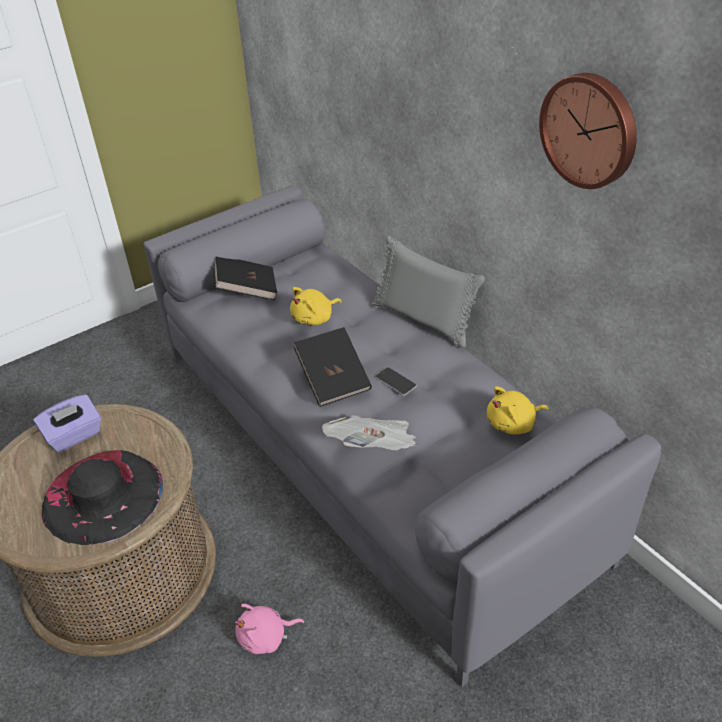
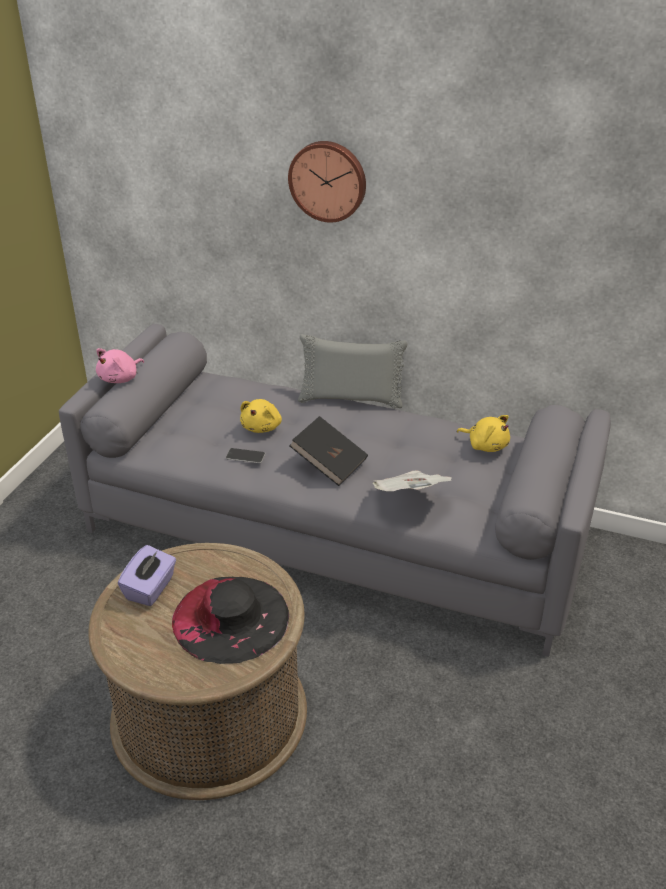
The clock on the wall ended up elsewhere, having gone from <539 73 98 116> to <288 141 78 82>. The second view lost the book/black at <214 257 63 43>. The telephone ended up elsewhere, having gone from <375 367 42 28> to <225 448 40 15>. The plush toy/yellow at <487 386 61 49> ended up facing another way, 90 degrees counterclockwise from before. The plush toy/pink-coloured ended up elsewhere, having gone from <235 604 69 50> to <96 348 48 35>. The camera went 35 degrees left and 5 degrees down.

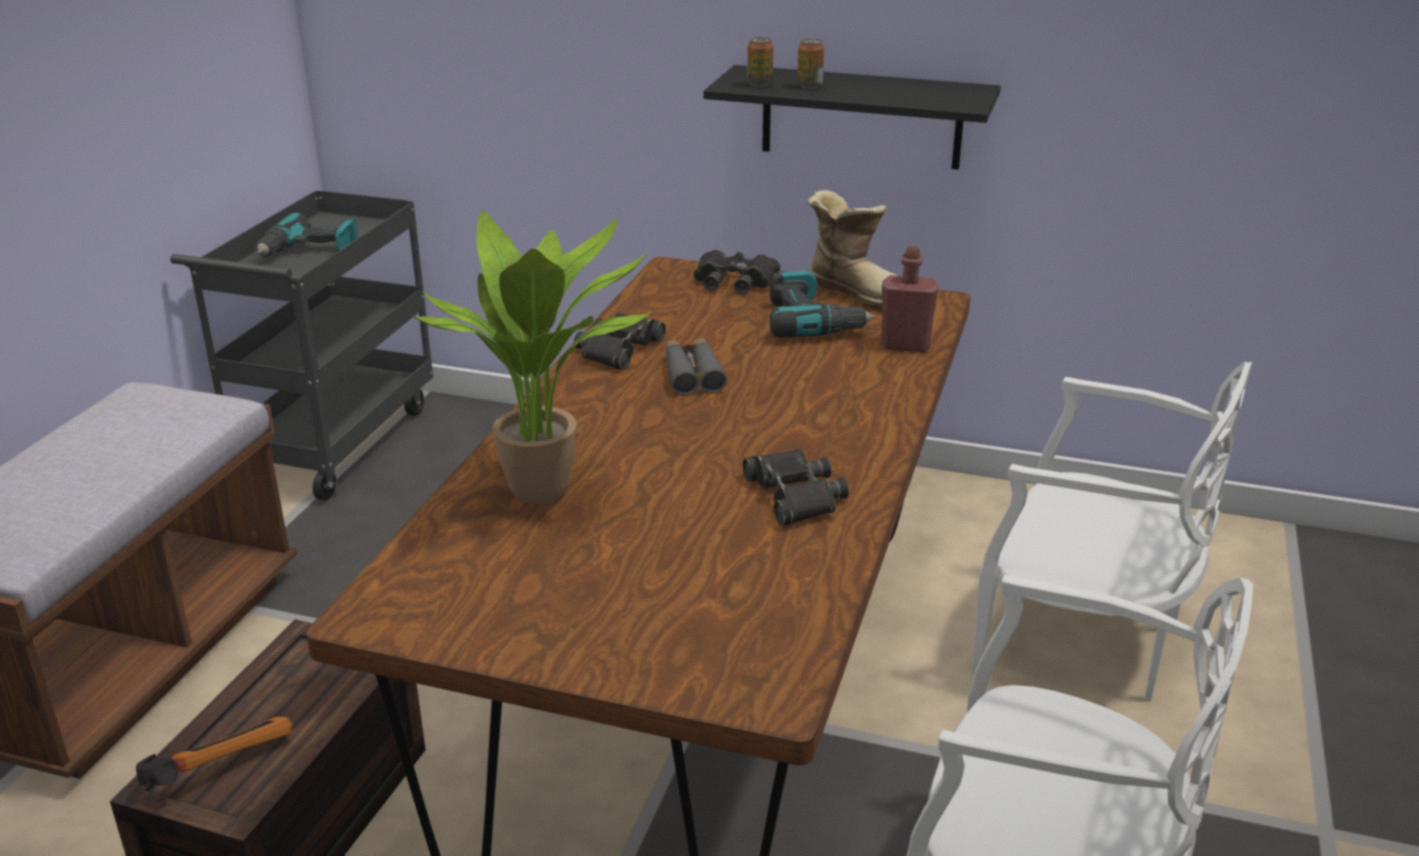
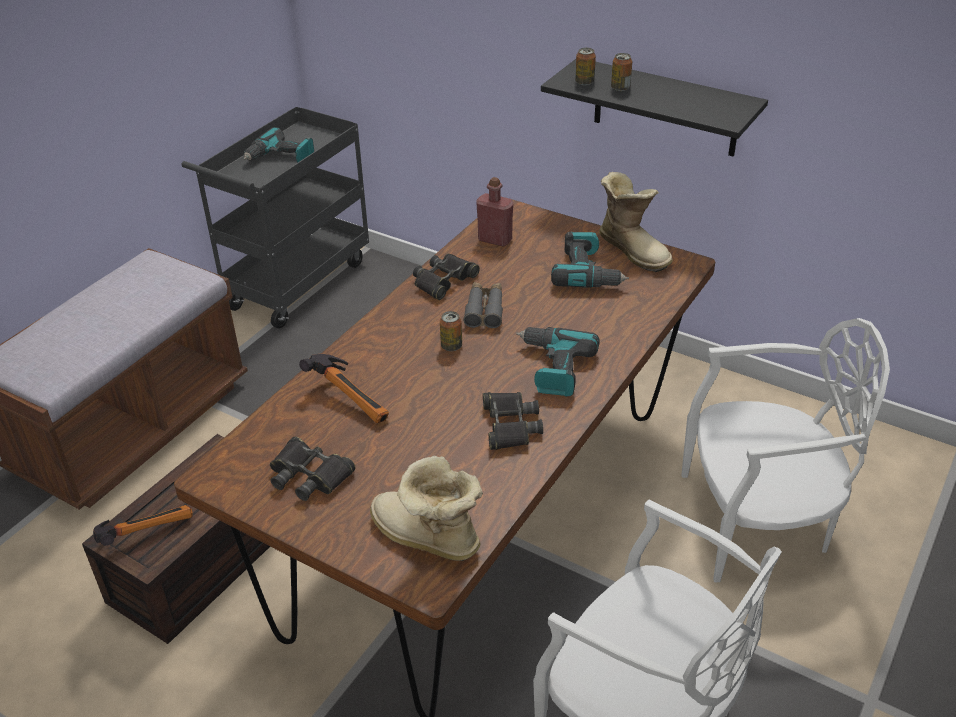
Where the houseplant stood at <408 211 242 293>, the tool hammer came to stand at <299 354 90 69>. The beverage bottle/red ended up elsewhere, having gone from <881 246 58 106> to <476 177 37 70>. The field glasses/black ended up elsewhere, having gone from <693 249 87 46> to <270 437 86 64>. The plain chair/white-coloured at <972 362 280 339> ended up facing another way, 45 degrees counterclockwise from before. The second view gained the can at <440 311 22 40>. The second view gained the drill at <516 327 84 70>. The second view gained the tall boot at <370 456 113 105>. The camera went 15 degrees right and 10 degrees up.

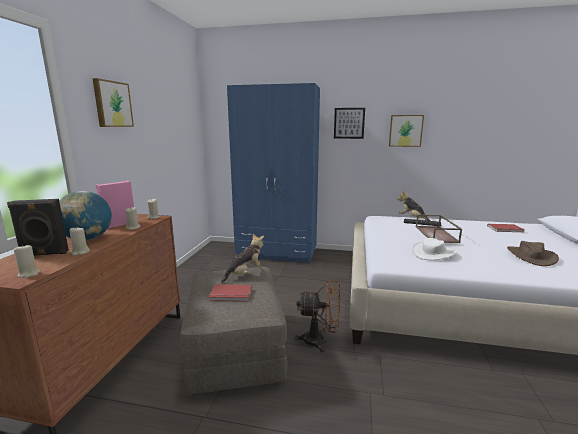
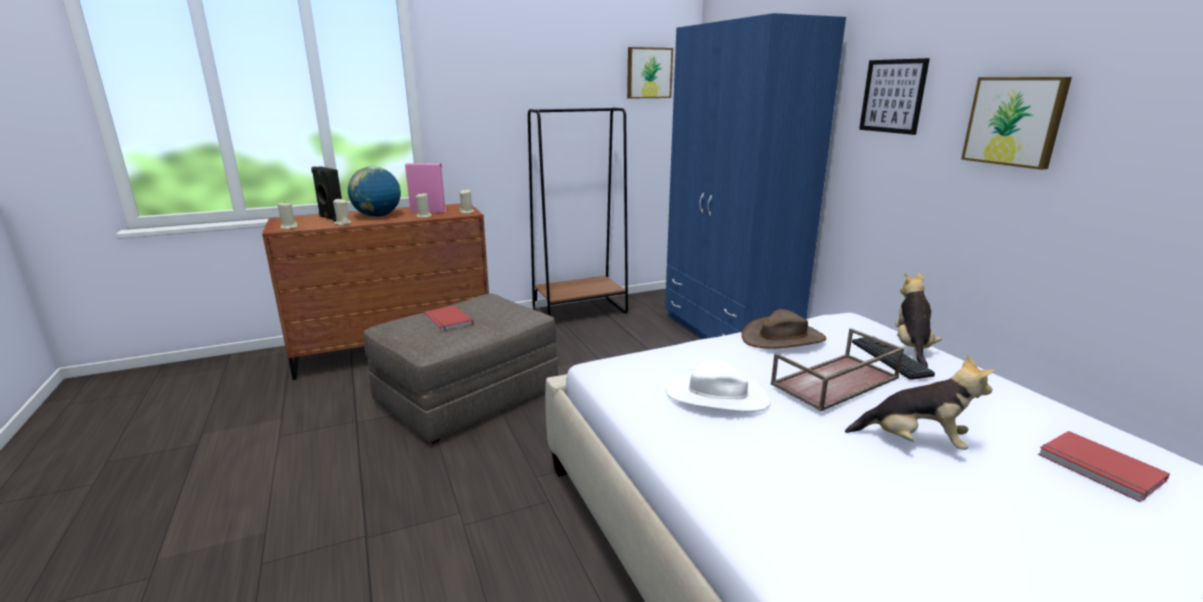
The wall art ended up elsewhere, having gone from <92 78 42 49> to <627 47 46 52>. The plush toy ended up elsewhere, having gone from <221 234 44 49> to <845 355 149 95>. The clothing hat/brown-coloured ended up elsewhere, having gone from <507 241 52 25> to <741 309 85 40>. The second view lost the fan/brown-coloured at <295 280 45 73>. The second view gained the clothes rack at <528 107 100 209>. The camera went 55 degrees right and 5 degrees up.

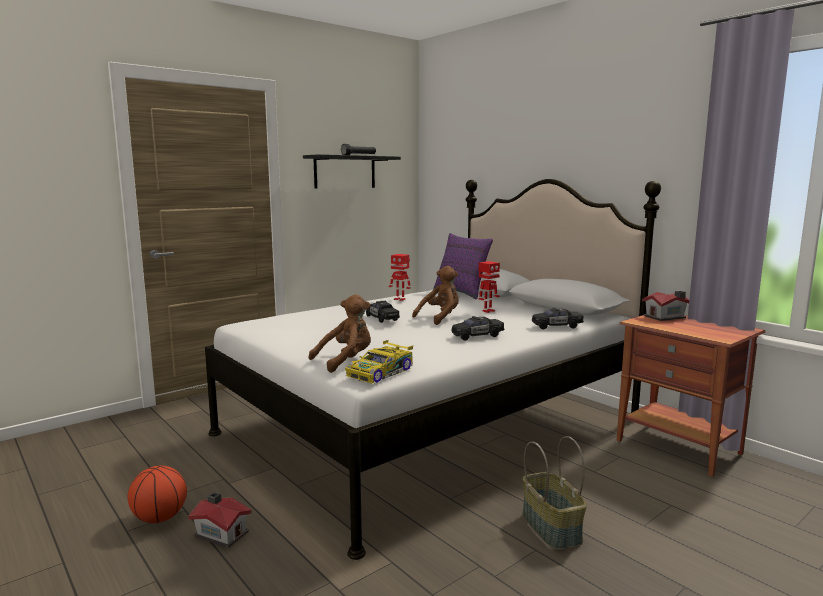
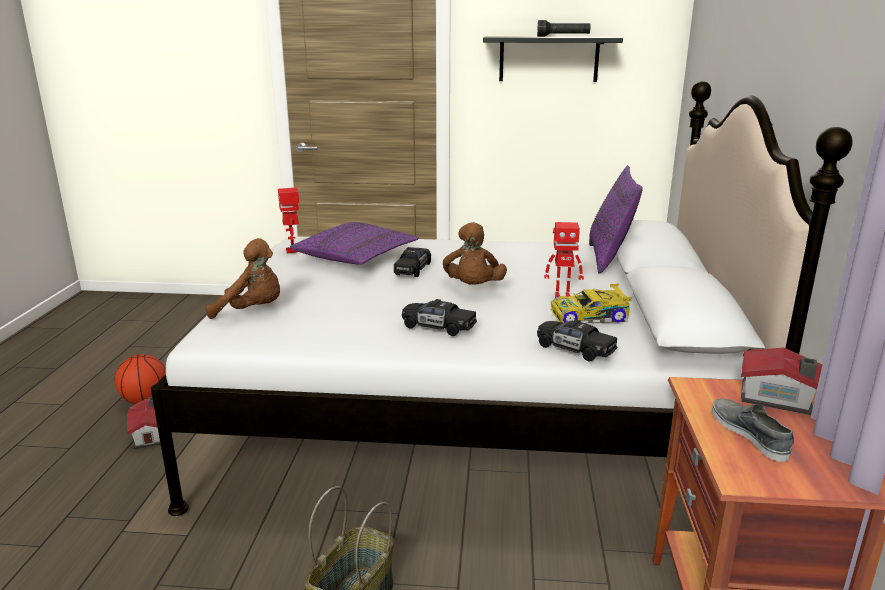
The toy robot ended up elsewhere, having gone from <389 254 22 47> to <278 188 21 65>. The plush toy/brown-coloured at <412 266 47 59> ended up facing another way, 90 degrees clockwise from before. The toy car ended up elsewhere, having gone from <345 340 68 44> to <550 284 82 39>. The second view gained the cushion/purple at <290 222 128 43>. The second view gained the shoe/grey at <712 398 82 64>. The camera went 45 degrees right and 10 degrees up.

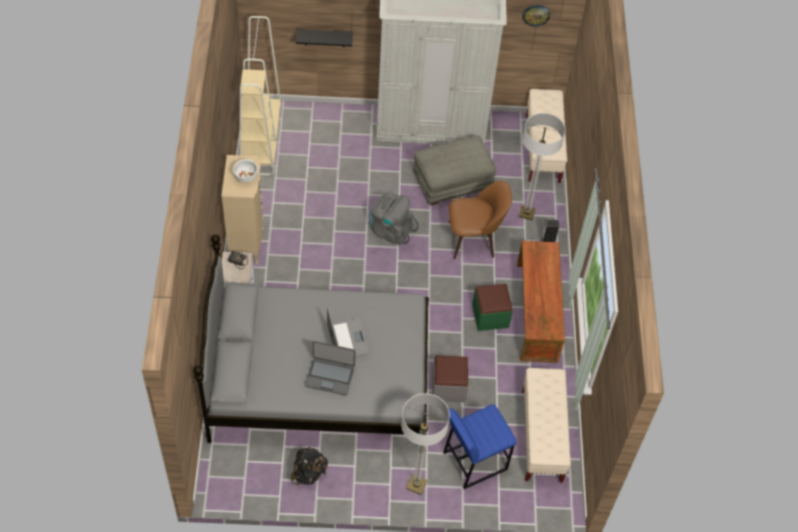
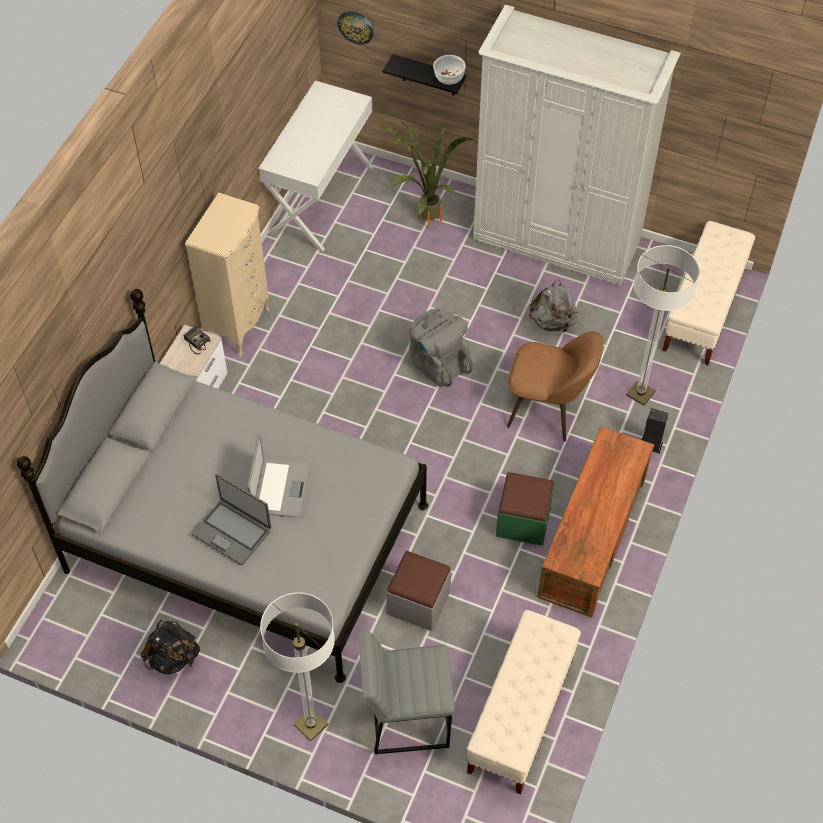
The clock on the wall ended up elsewhere, having gone from <522 5 28 21> to <337 11 37 34>. Where the clothes rack/beige stood at <239 16 42 159>, the narrow table/white-coloured came to stand at <258 80 115 172>. Where the ottoman/grey stood at <413 136 83 69>, the rucksack/grey came to stand at <529 280 49 54>. The bowl/white-coloured ended up elsewhere, having gone from <233 159 25 24> to <433 55 33 30>. What was the plain chair/bluish at <443 404 73 85> turned into the plain chair/grey at <358 630 97 124>. The second view gained the houseplant at <382 121 92 108>. The camera went 25 degrees right and 0 degrees up.

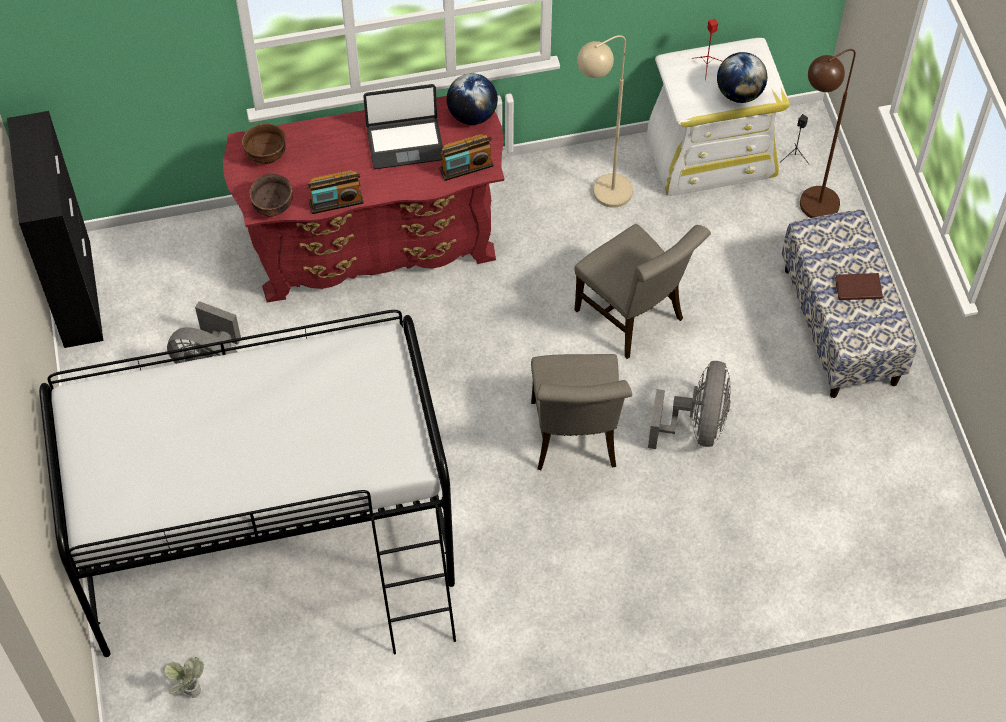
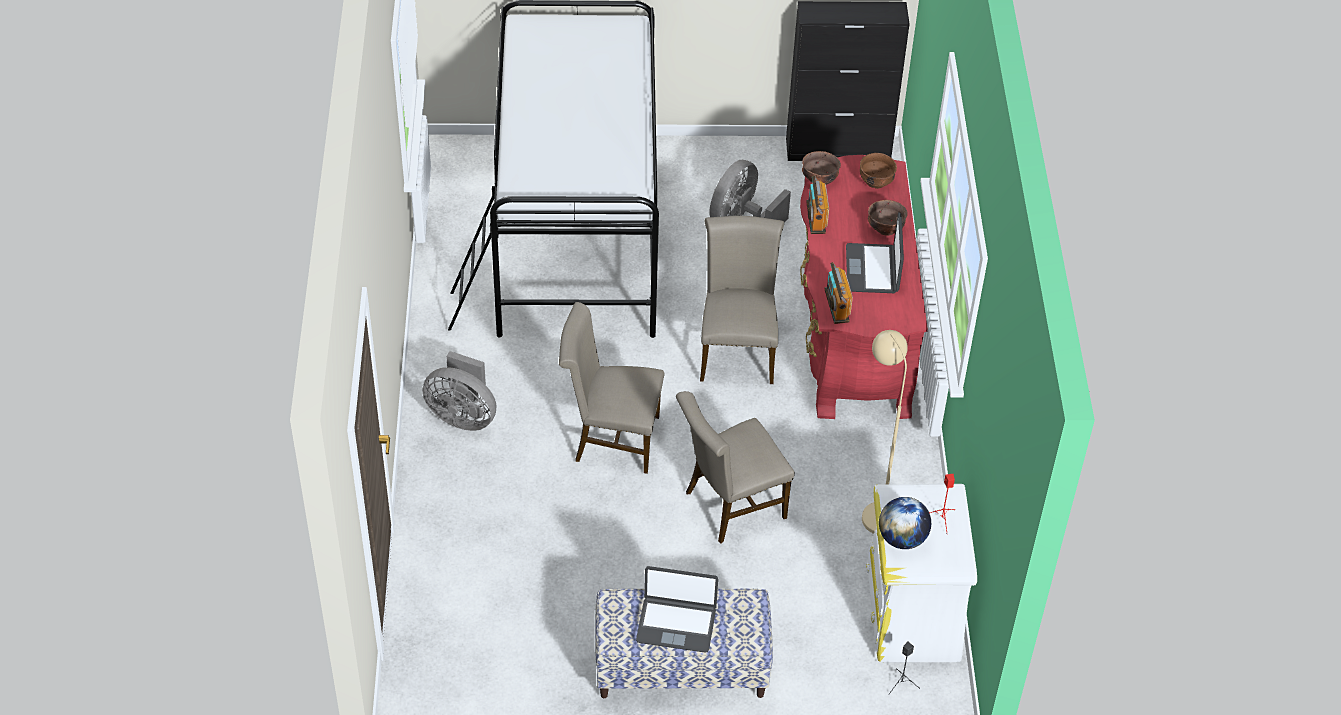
The second view lost the floor lamp/brown-coloured at <800 49 56 169>. The second view lost the world globe at <447 73 51 52>. Where the book/brown-coloured stood at <835 273 48 27>, the portable computer came to stand at <636 566 82 87>. The fan/grey ended up elsewhere, having gone from <648 361 83 88> to <422 351 74 80>. The second view lost the houseplant at <165 657 39 41>. The second view gained the bowl/brown-coloured at <868 200 40 36>. The second view gained the plain chair/beige at <700 216 84 168>. The camera went 100 degrees right and 10 degrees down.

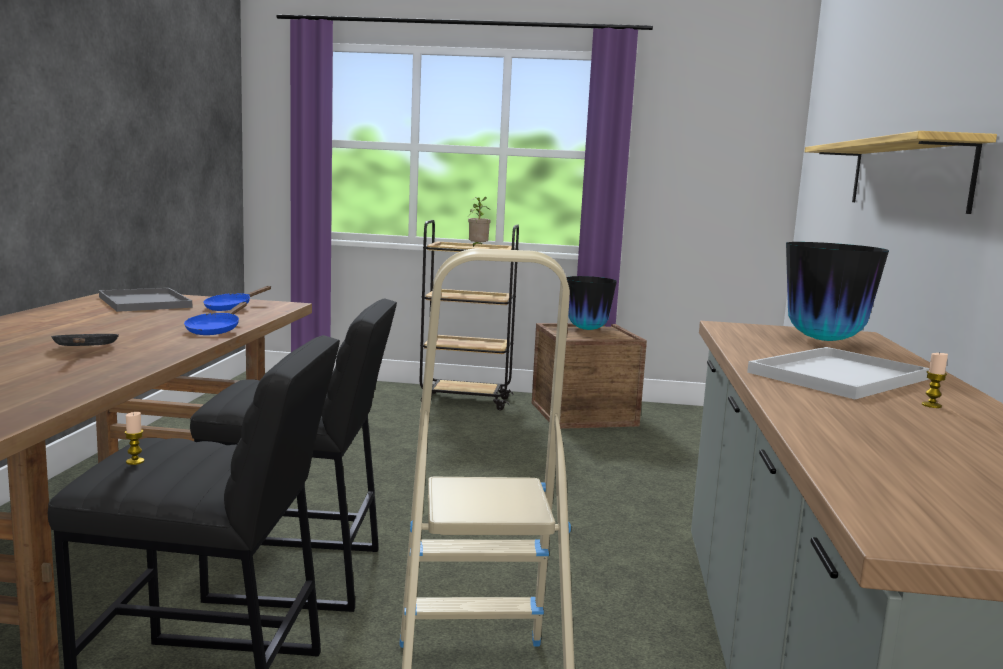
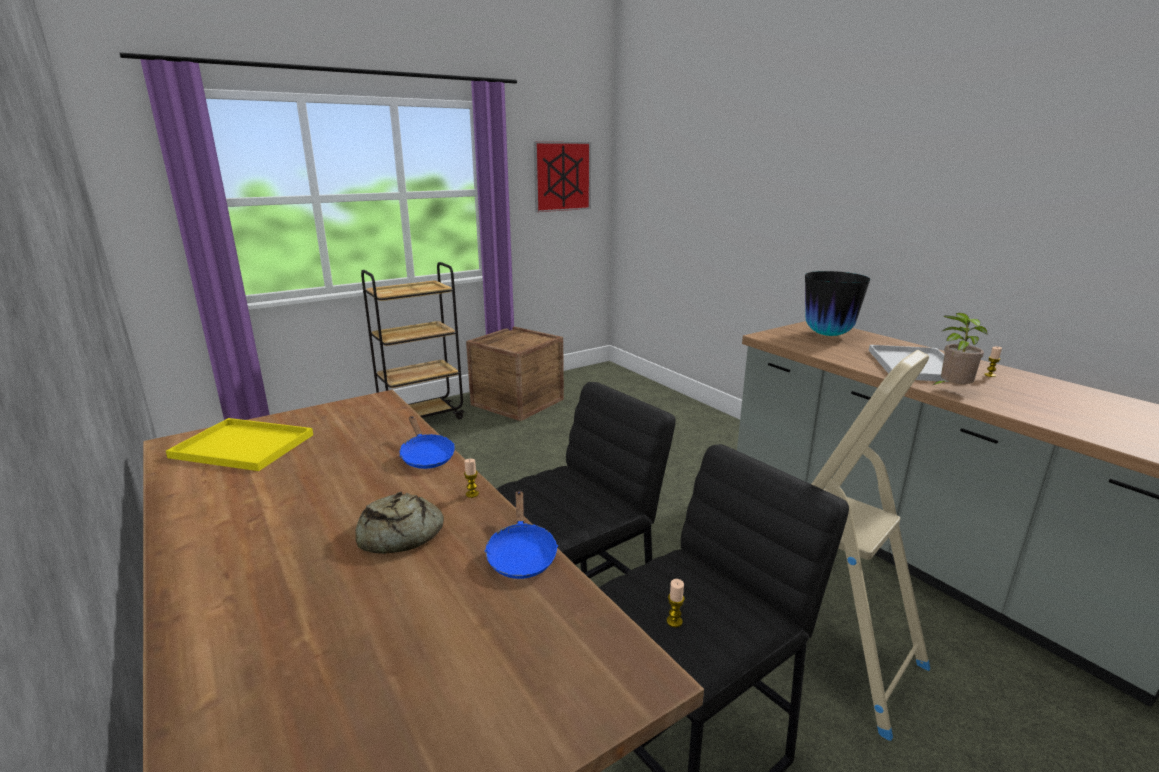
The second view lost the wall shelf at <804 131 193 83>. The houseplant ended up elsewhere, having gone from <468 197 23 50> to <933 313 54 72>. The second view lost the vase at <566 276 51 54>. The skillet/bluish ended up elsewhere, having gone from <203 286 68 25> to <484 491 74 88>. What was the carrying tray/grey at <99 288 93 24> turned into the carrying tray/yellow at <166 418 147 53>. Where the skillet/black stood at <51 334 68 12>, the baked bread came to stand at <356 492 88 62>. The second view gained the wall art at <534 142 57 70>. The second view gained the wax light at <464 459 15 39>. The camera went 40 degrees left and 10 degrees up.

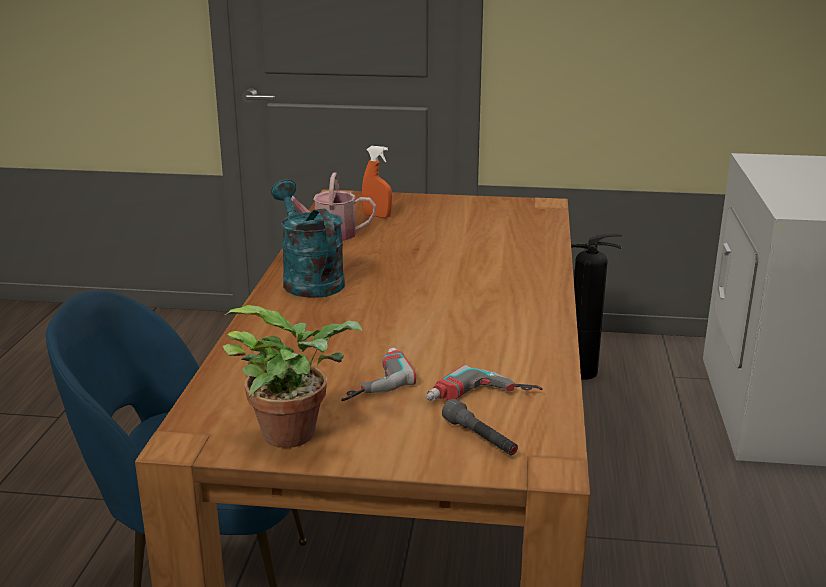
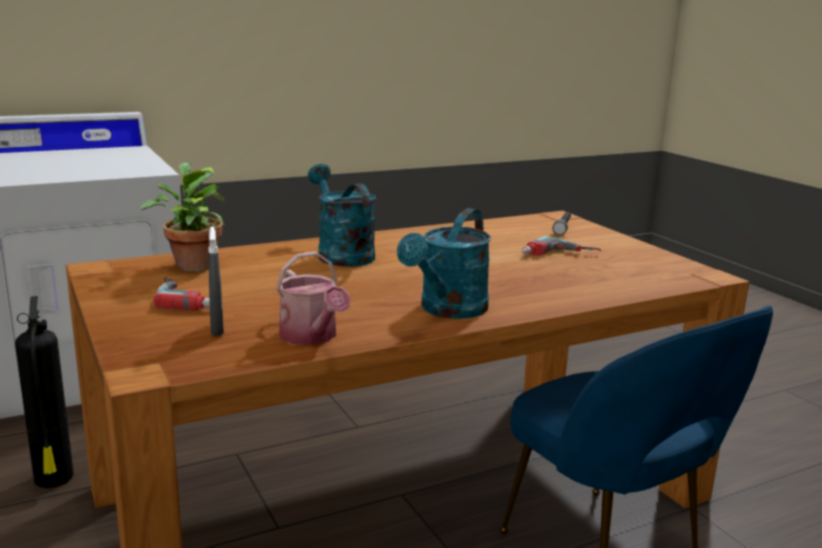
What was the sprayer/orange-coloured at <362 146 30 72> turned into the sprayer/grey at <208 226 16 110>. The houseplant ended up elsewhere, having gone from <223 305 139 143> to <140 162 85 110>. The drill ended up elsewhere, having gone from <426 365 117 36> to <153 277 57 34>. The second view gained the watering can/turquoise-coloured at <308 164 68 103>. The camera went 125 degrees left and 5 degrees down.

